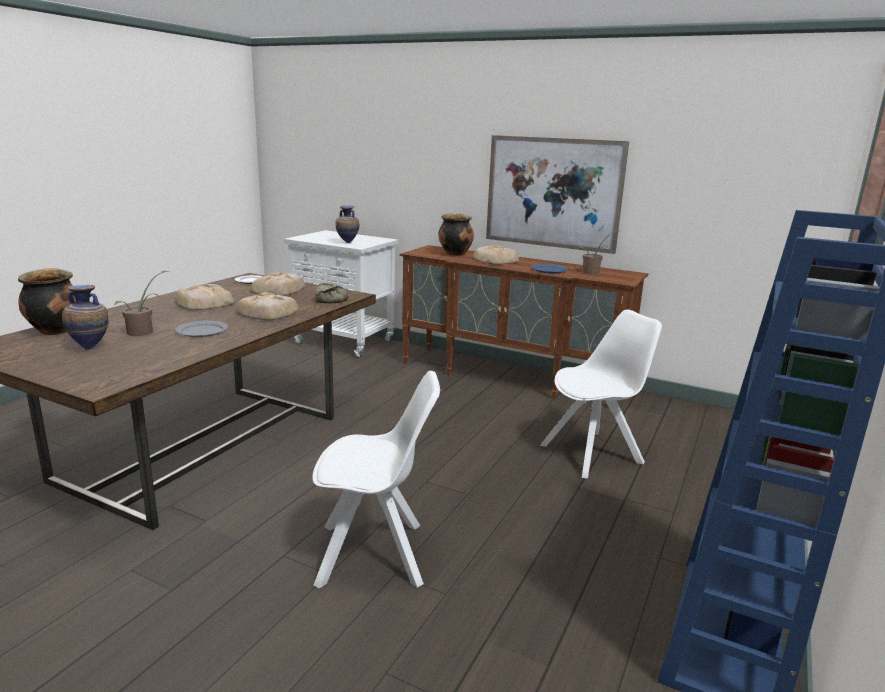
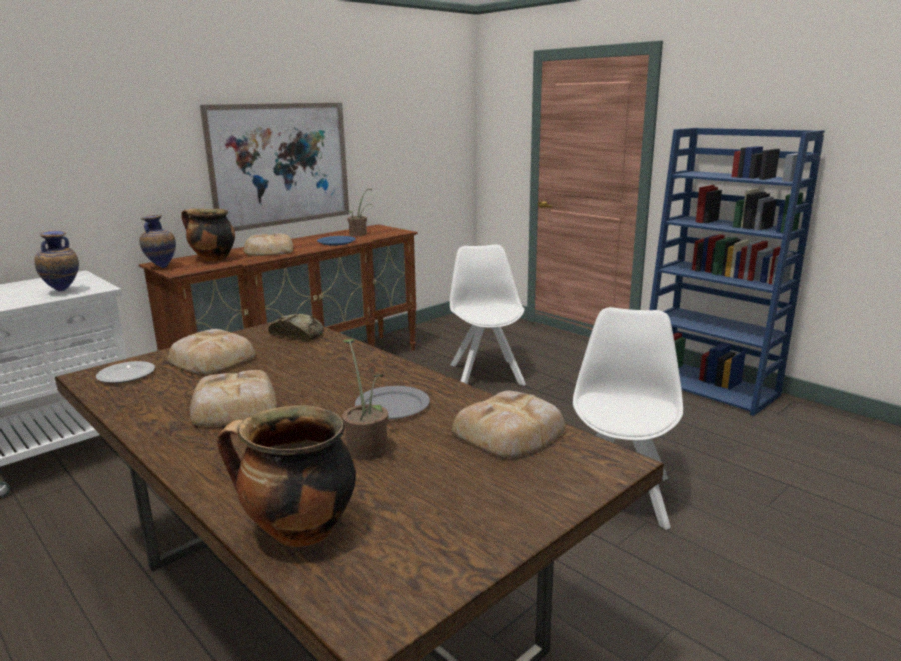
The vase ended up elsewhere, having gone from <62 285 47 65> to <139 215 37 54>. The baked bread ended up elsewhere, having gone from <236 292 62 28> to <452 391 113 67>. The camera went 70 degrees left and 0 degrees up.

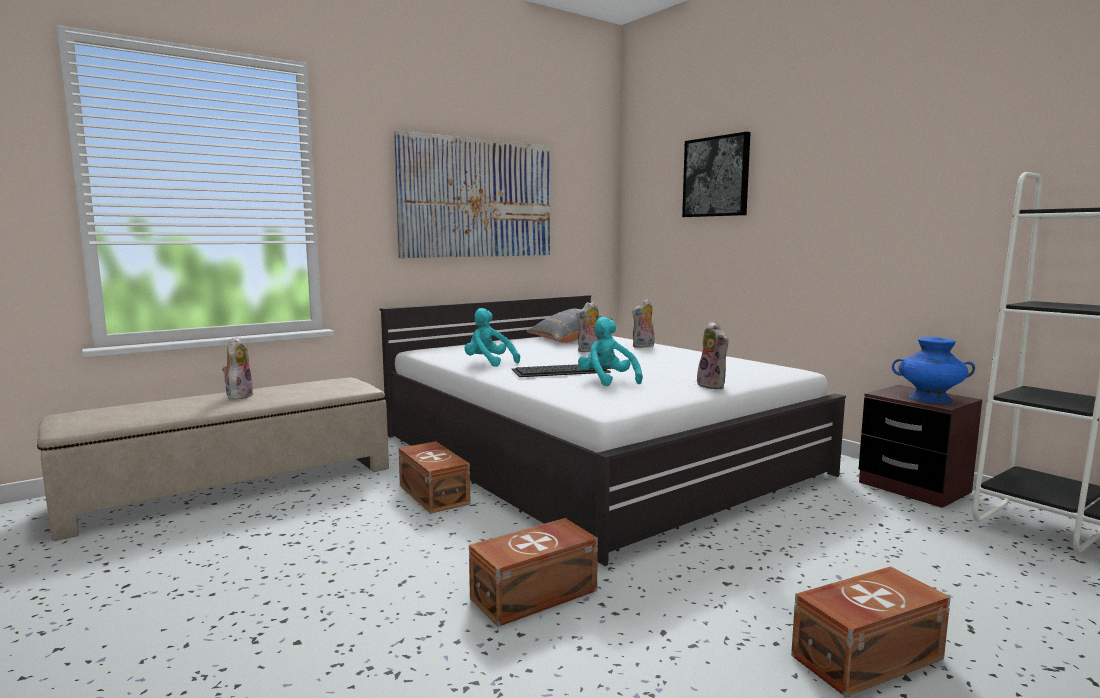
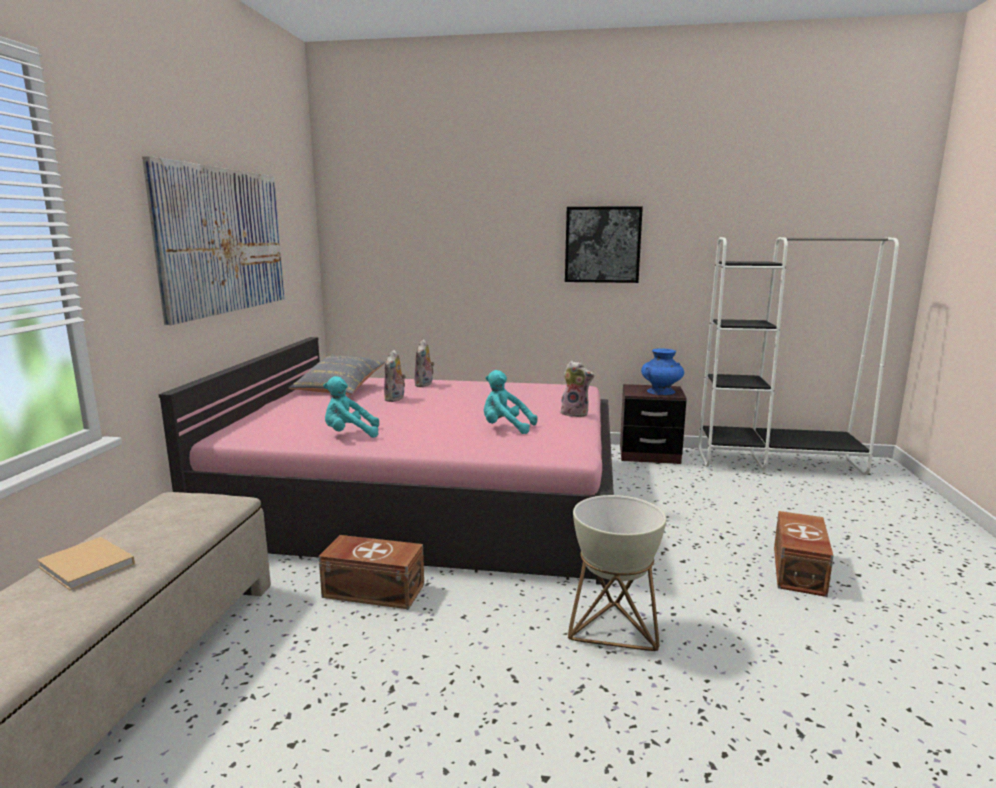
The wall art ended up elsewhere, having gone from <682 132 69 85> to <565 206 78 77>. What was the bed/white-coloured at <380 295 466 271> turned into the bed/pink-coloured at <158 337 456 248>. Where the plush toy stood at <222 337 31 63>, the book/beige came to stand at <37 537 98 53>. The second view lost the computer keyboard at <511 364 100 13>. Where the storage container/brown-coloured stood at <469 518 129 109>, the planter came to stand at <568 495 98 156>. The camera went 45 degrees left and 5 degrees up.

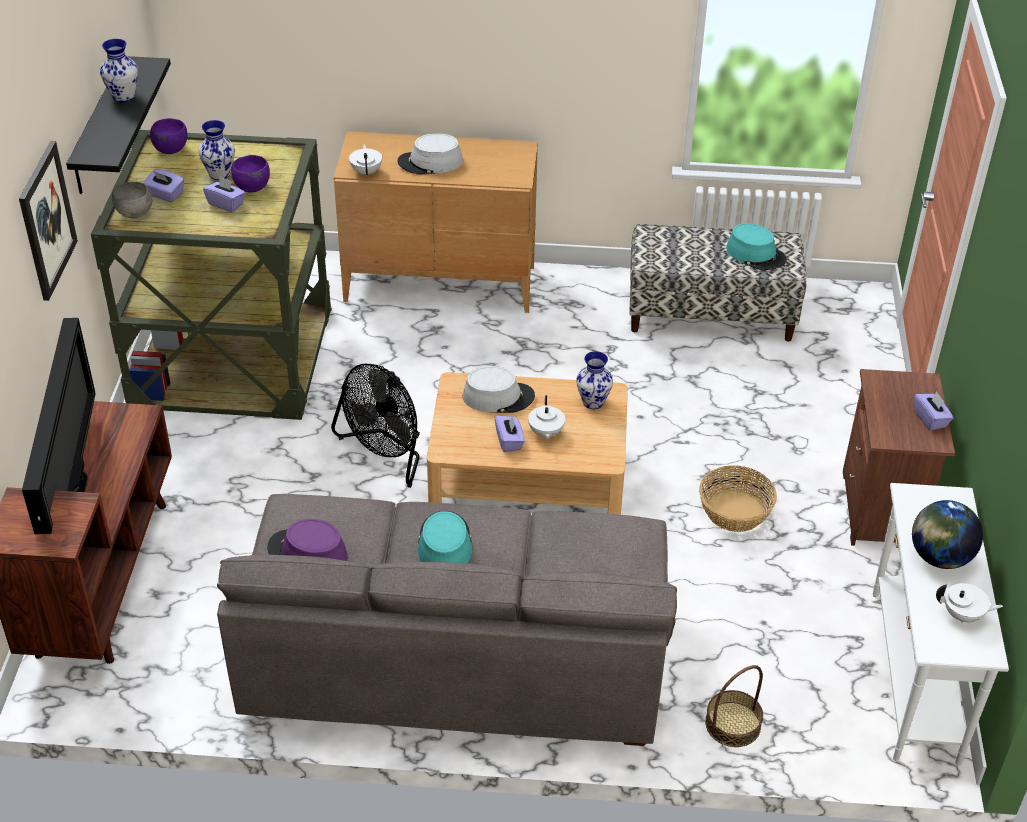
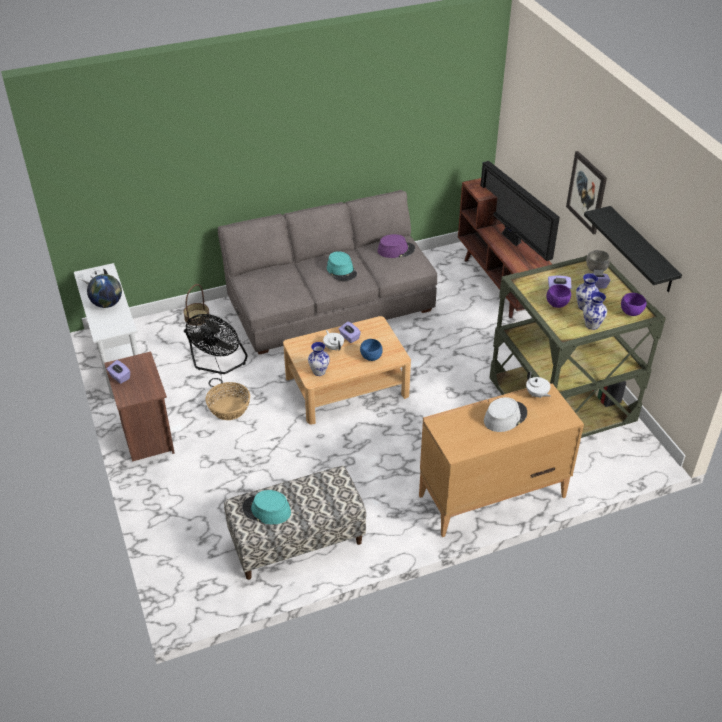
The vase ended up elsewhere, having gone from <100 39 38 63> to <583 292 24 38>. The fan/black ended up elsewhere, having gone from <331 364 89 124> to <184 314 63 75>. Where the clothing hat/grey stood at <463 366 72 47>, the bowl/bluish came to stand at <360 339 23 22>. The camera went 155 degrees right and 0 degrees up.

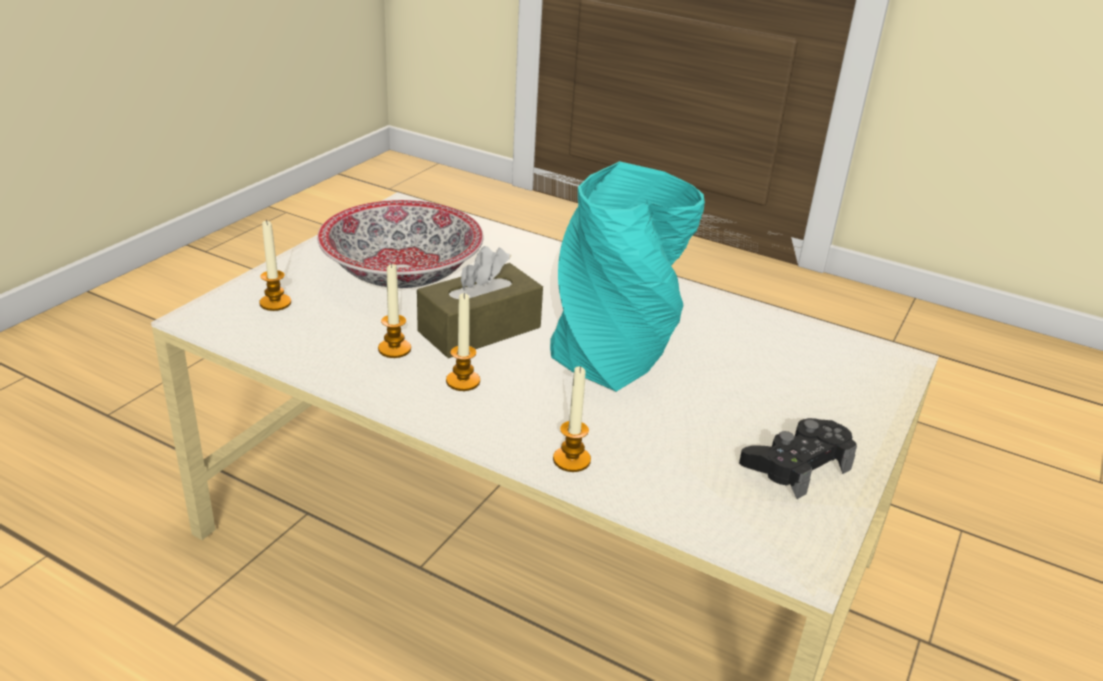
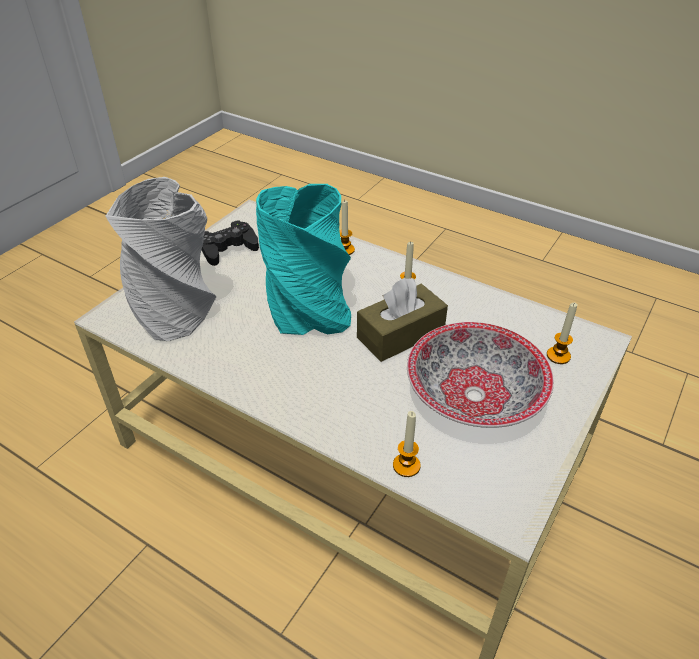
The wax light ended up elsewhere, having gone from <378 263 33 95> to <393 411 28 66>. The second view gained the vase/grey at <105 177 111 164>. The camera went 175 degrees left and 10 degrees up.

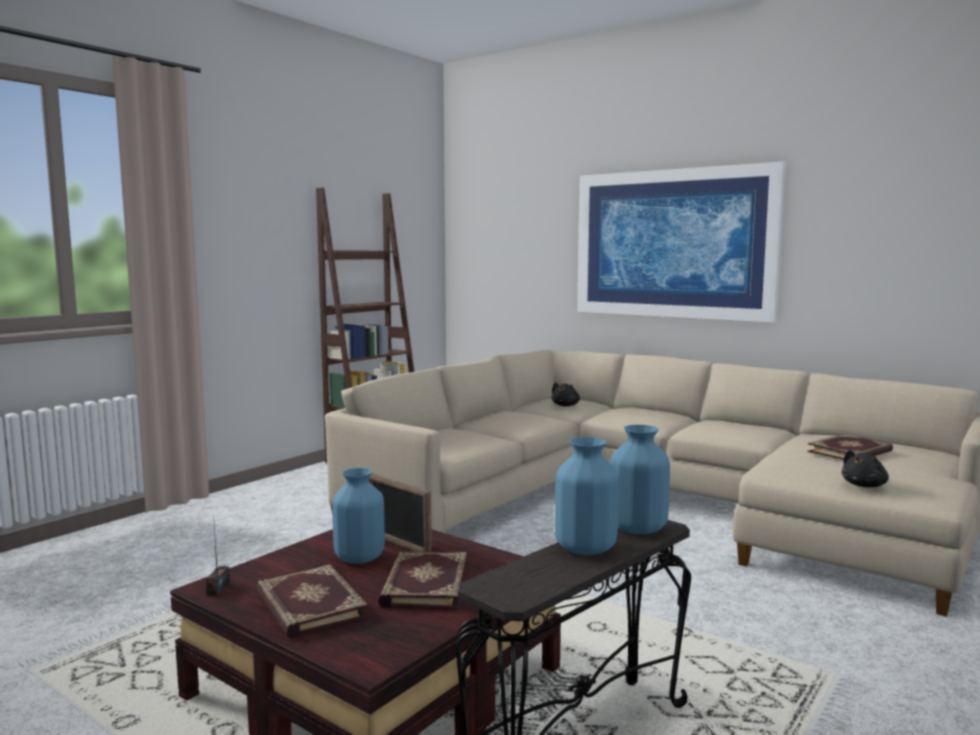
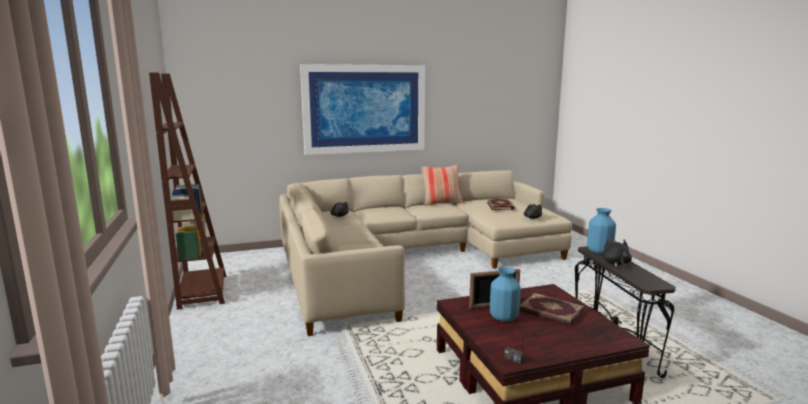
Where the vase/bluish stood at <555 437 64 118>, the plush toy/black came to stand at <603 239 29 31>. The second view lost the book at <256 564 112 74>. The second view gained the cushion at <421 165 42 41>. The camera went 55 degrees left and 5 degrees up.

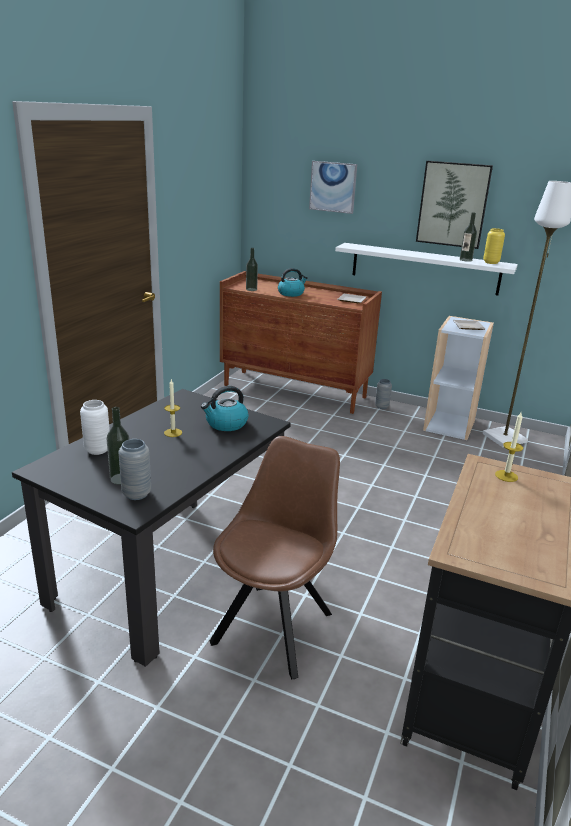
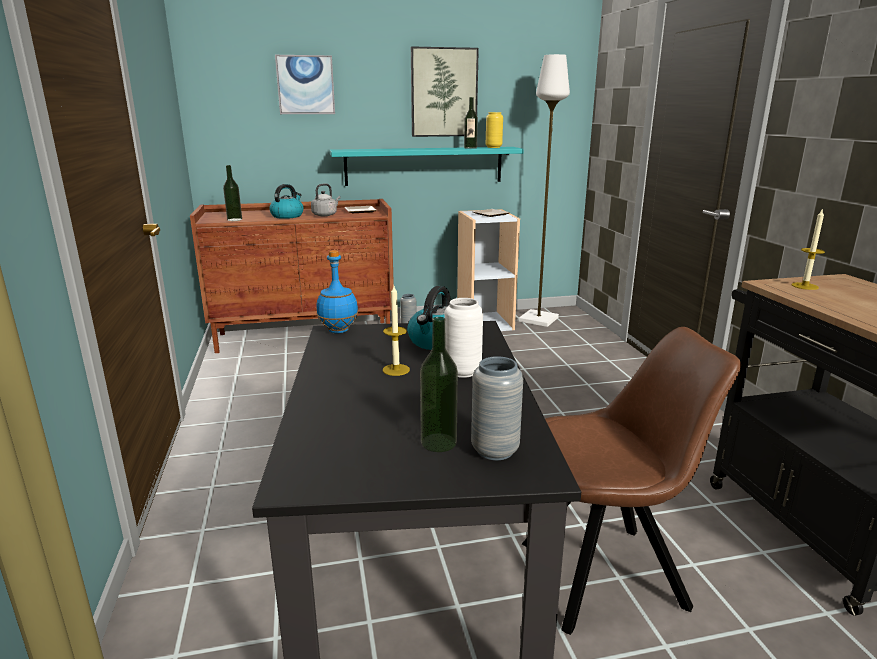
What was the wall shelf/white-coloured at <335 243 183 53> turned into the wall shelf/turquoise-coloured at <330 147 194 39>. The vase/white-coloured ended up elsewhere, having gone from <80 400 30 55> to <445 298 38 80>. The plain chair/brown-coloured at <210 436 130 243> ended up facing another way, 90 degrees clockwise from before. The second view gained the tea kettle/grey at <311 183 30 33>. The second view gained the beverage bottle/bluish at <316 250 42 83>. The camera went 35 degrees left and 5 degrees down.

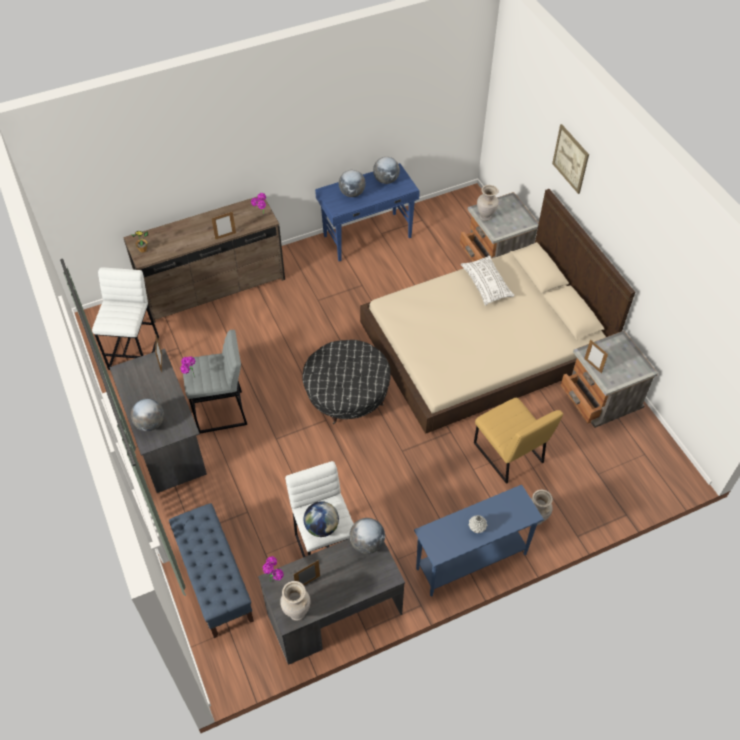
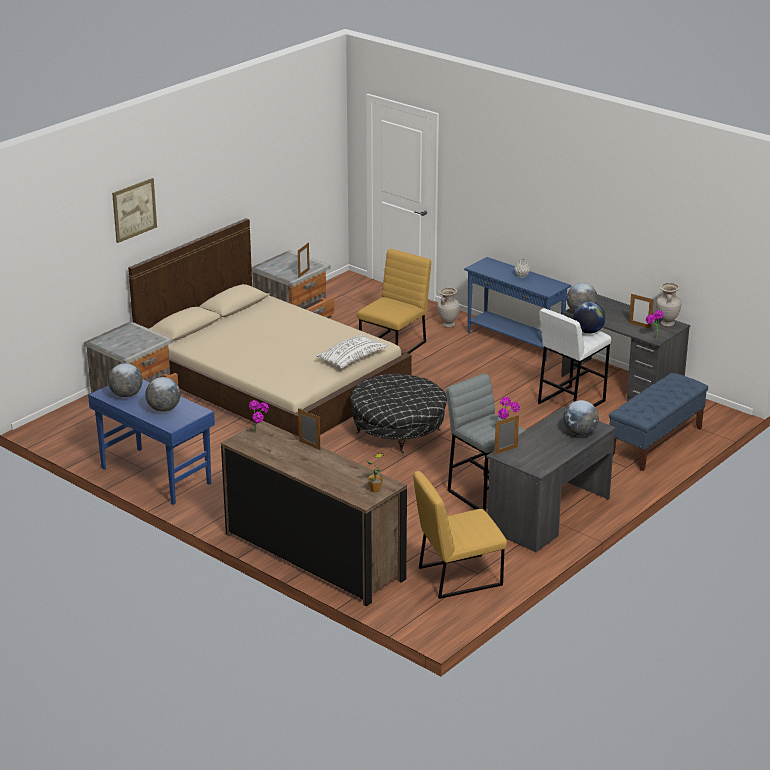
The second view lost the vase/beige at <477 185 22 36>. The cushion/white-coloured ended up elsewhere, having gone from <461 256 54 50> to <316 334 72 34>. Where the stool/white-coloured stood at <92 267 67 103>, the plain chair/yellow came to stand at <413 471 94 128>. The camera went 115 degrees left and 25 degrees down.

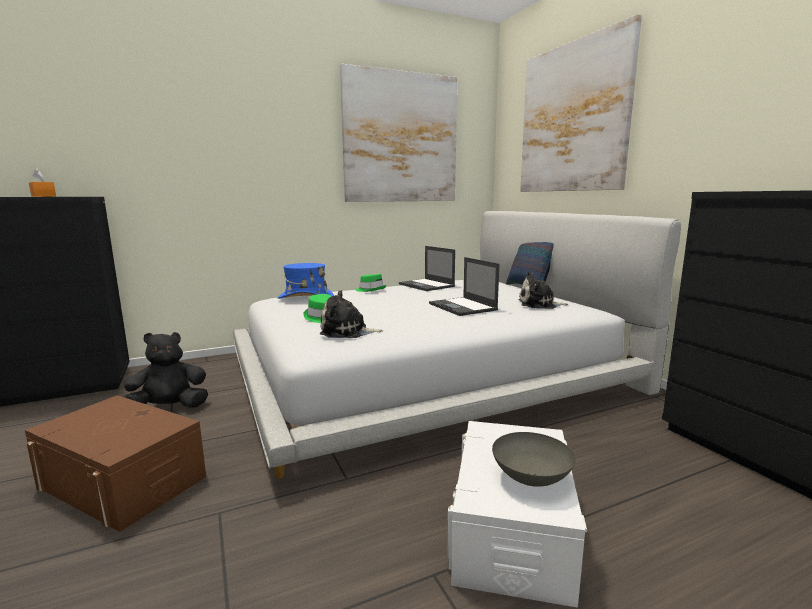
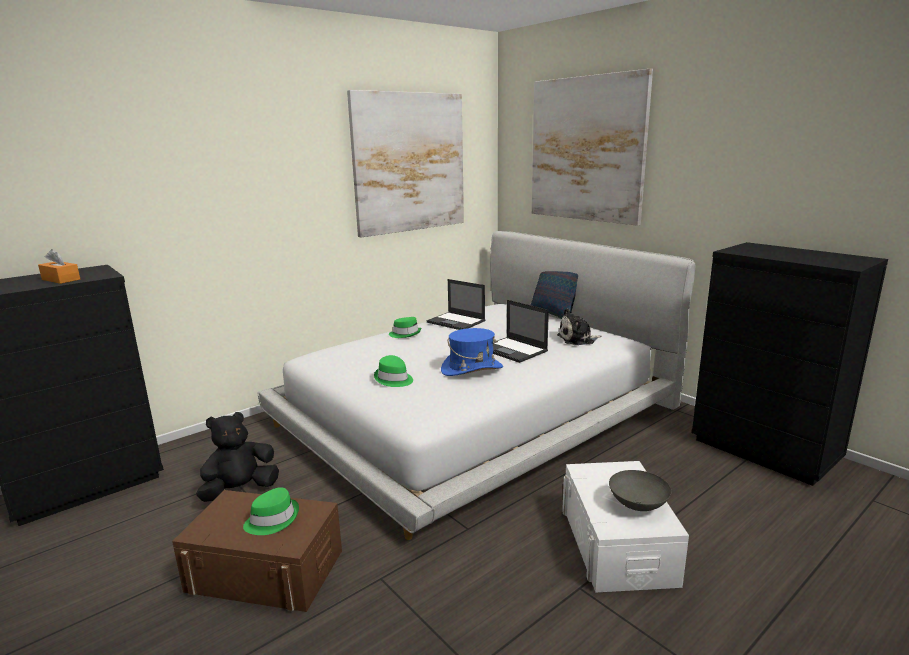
The clothing hat/bluish ended up elsewhere, having gone from <278 263 56 36> to <441 328 62 48>. The second view lost the plush toy at <320 290 63 48>. The second view gained the clothing hat/green-coloured at <243 487 56 48>. The camera went 15 degrees left and 5 degrees up.

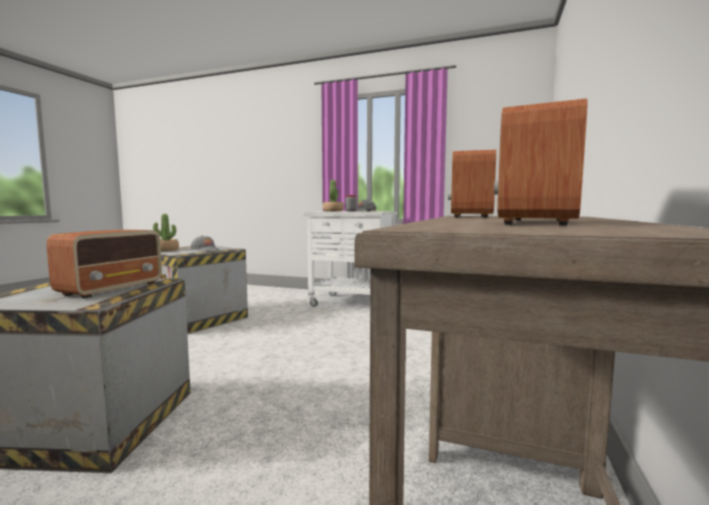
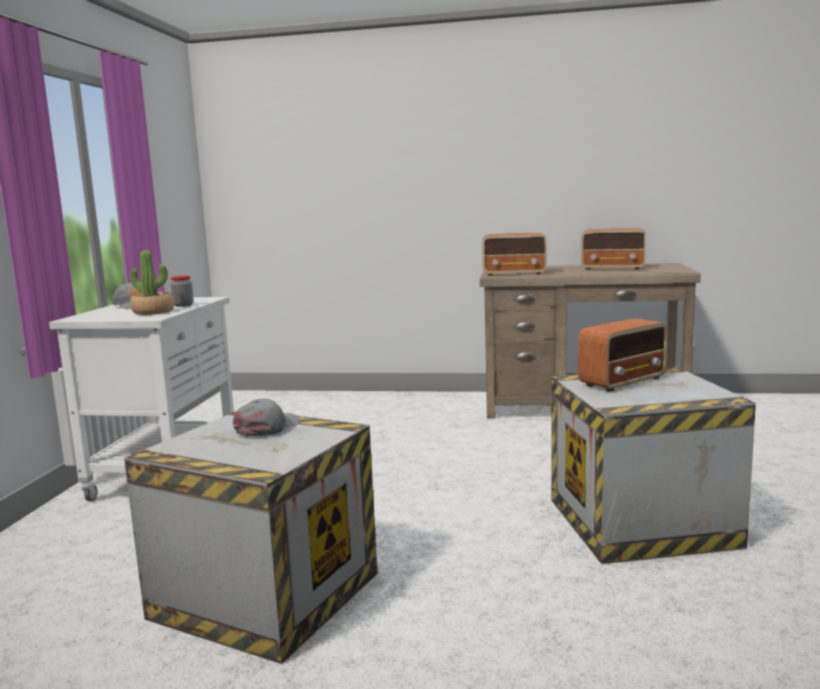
The second view lost the houseplant at <153 214 26 37>. The radio receiver at <46 230 116 68> ended up facing another way, 135 degrees clockwise from before. The camera went 100 degrees left and 5 degrees up.

